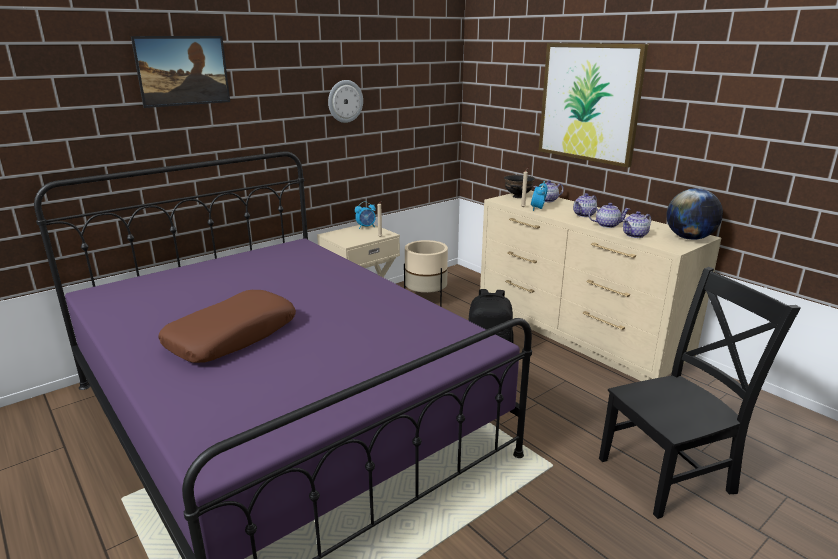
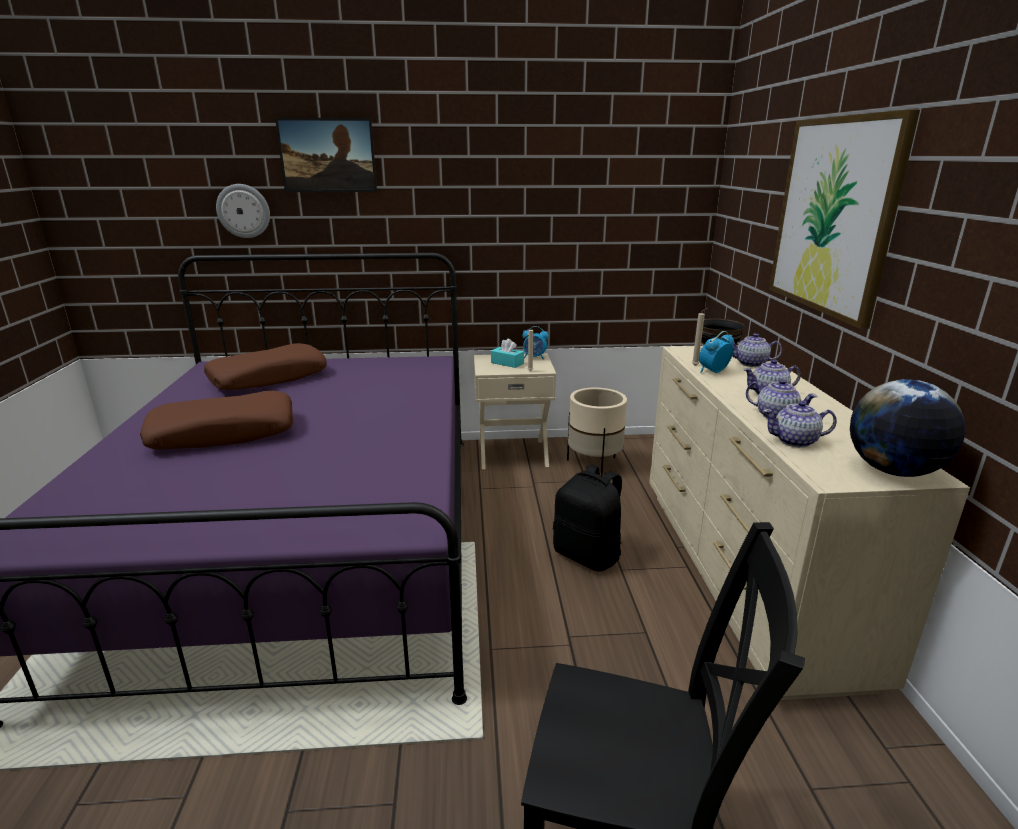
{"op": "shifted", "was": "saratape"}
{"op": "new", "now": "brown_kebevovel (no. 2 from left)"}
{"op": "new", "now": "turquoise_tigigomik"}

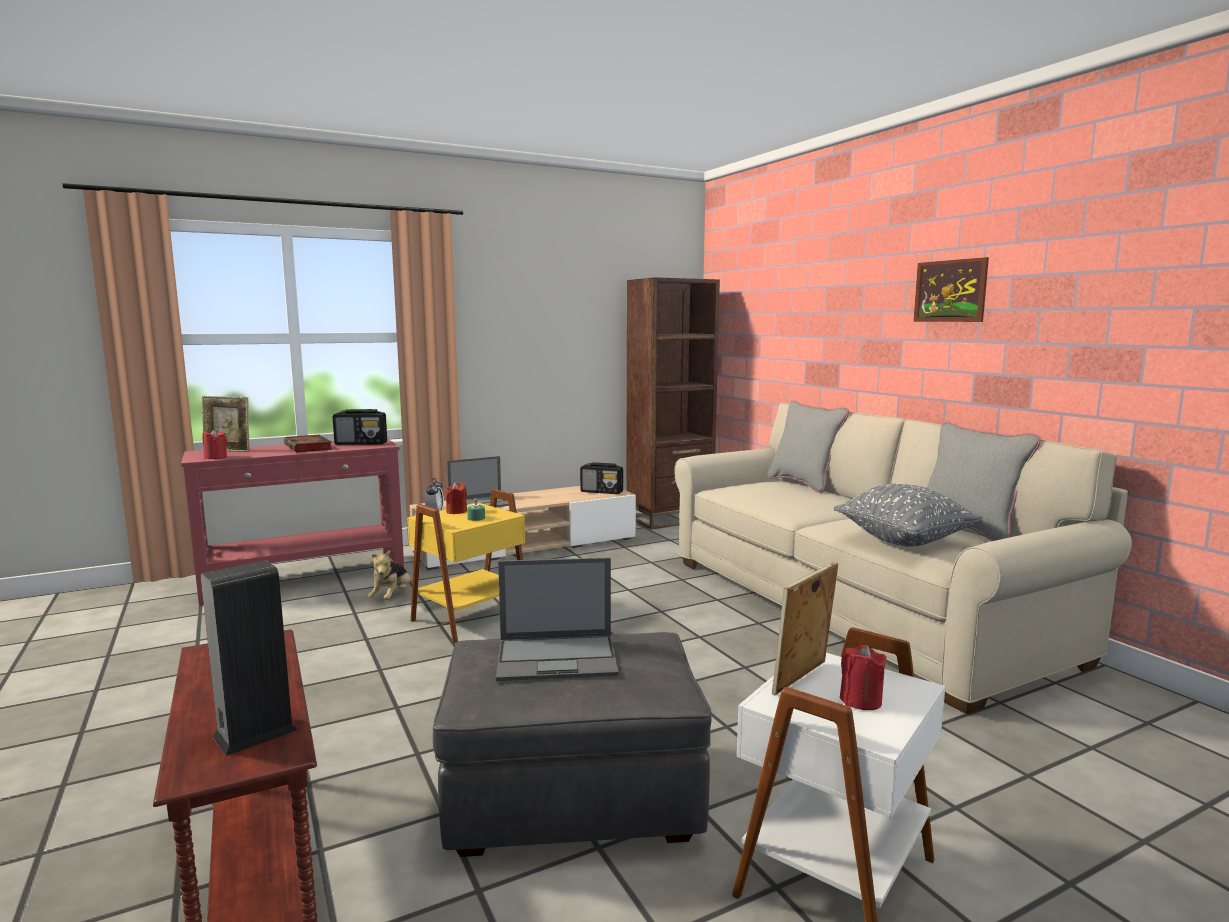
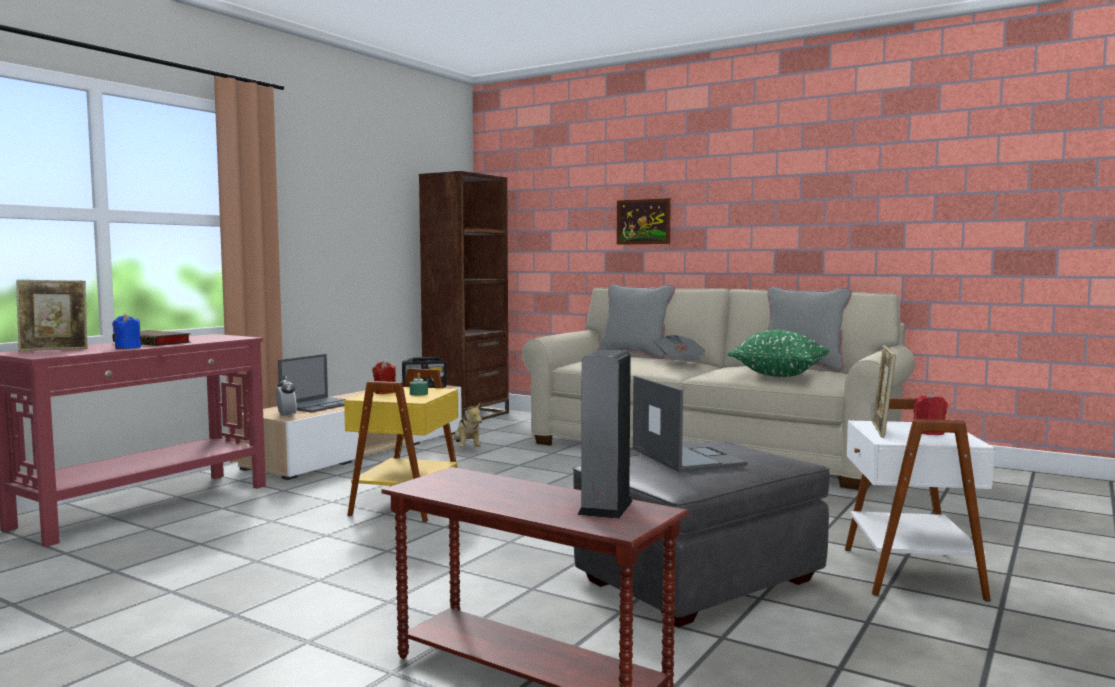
{"op": "gone", "was": "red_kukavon (no. 1 from left)"}
{"op": "gone", "was": "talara (no. 1 from left)"}
{"op": "shifted", "was": "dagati"}
{"op": "rotated", "was": "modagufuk (no. 2 from left)", "clockwise": -75}
{"op": "repainted", "was": "grey_kebevovel (no. 2 from left)", "now": "green_kebevovel"}
{"op": "shifted", "was": "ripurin"}
{"op": "new", "now": "blue_kukavon"}
{"op": "new", "now": "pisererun"}

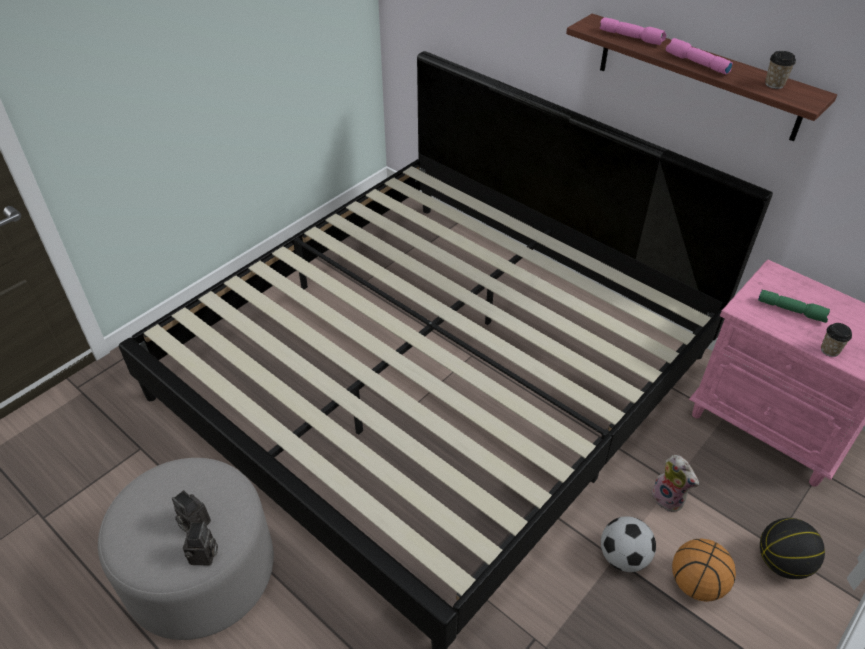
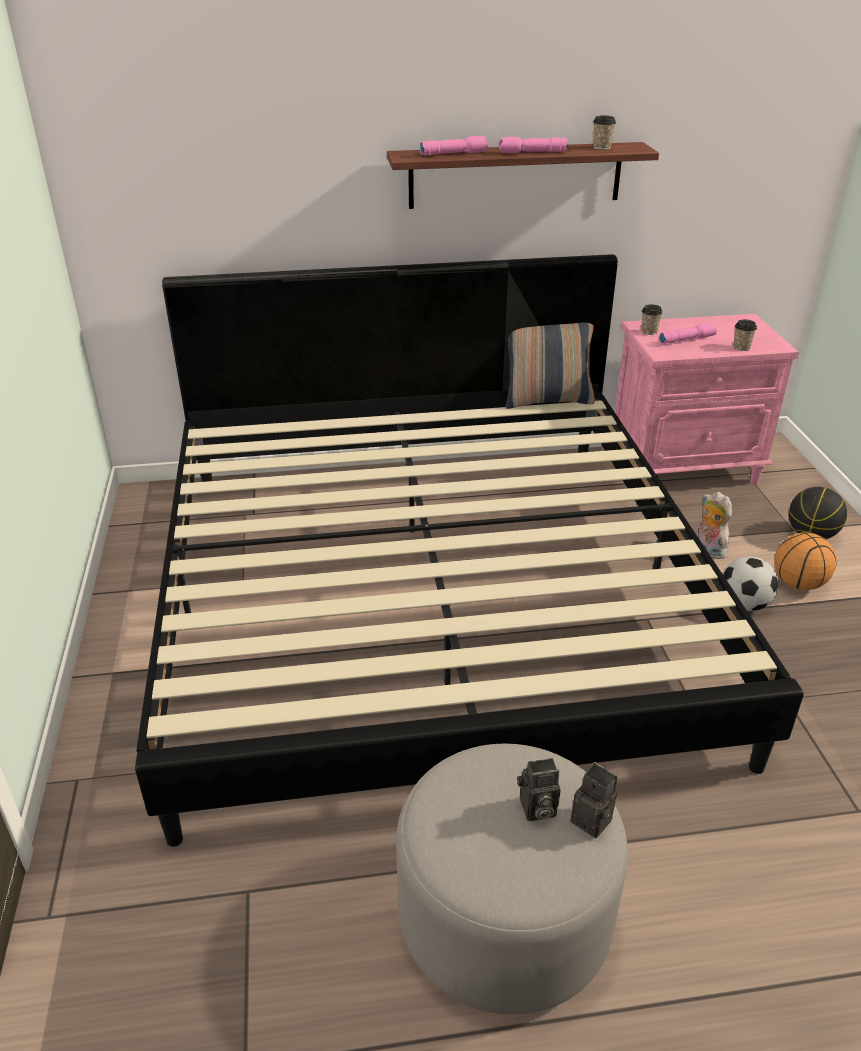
{"op": "rotated", "was": "dagati", "clockwise": -120}
{"op": "repainted", "was": "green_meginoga", "now": "pink_meginoga (no. 3 from left)"}
{"op": "new", "now": "kebevovel"}
{"op": "new", "now": "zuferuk (no. 2 from left)"}

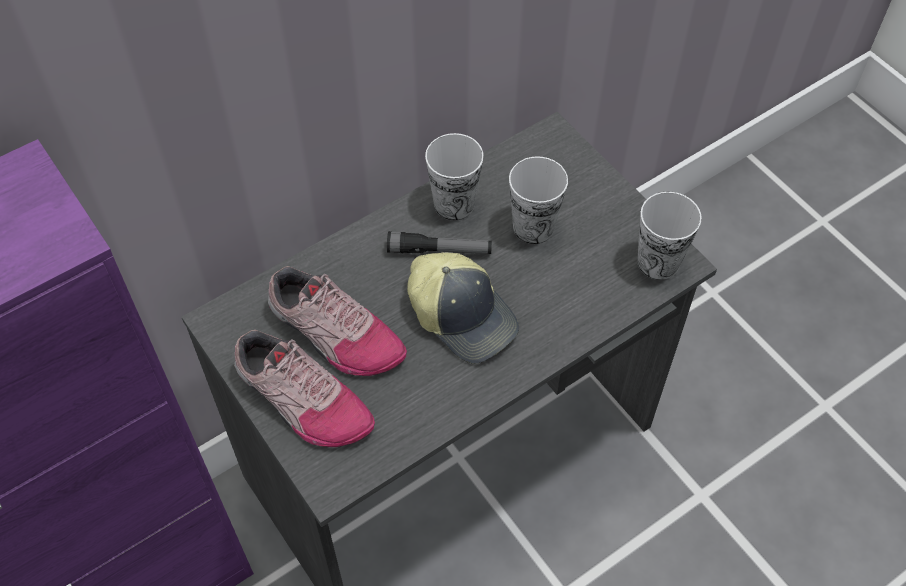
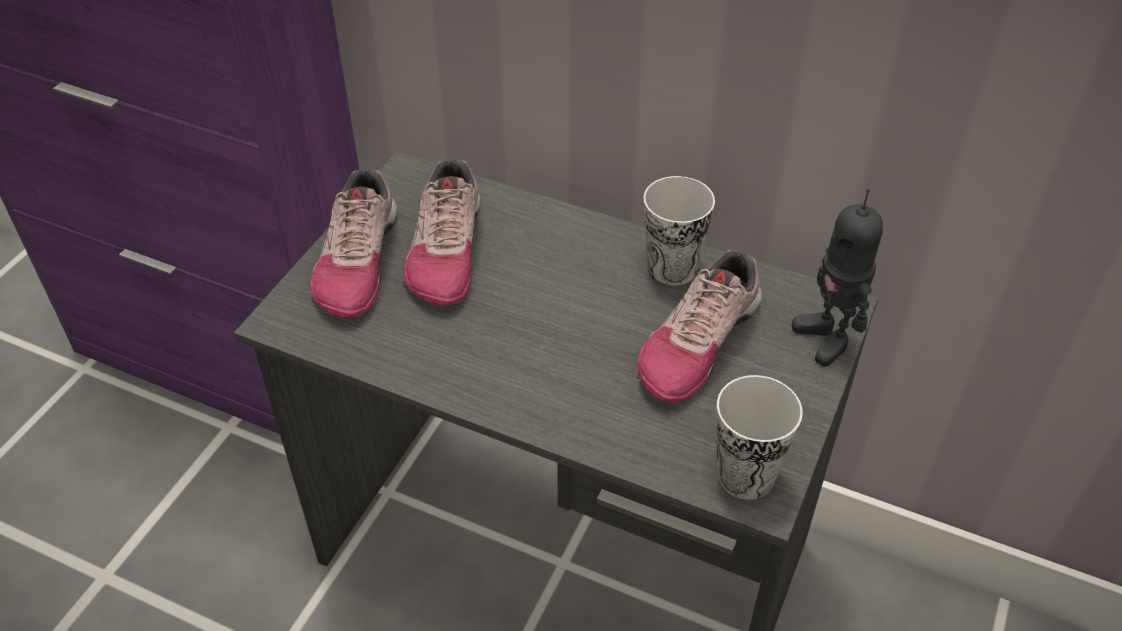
{"op": "gone", "was": "meginoga"}
{"op": "gone", "was": "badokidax"}
{"op": "swapped", "was": "zuferuk (no. 2 from left)", "now": "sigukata (no. 3 from left)"}
{"op": "new", "now": "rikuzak"}

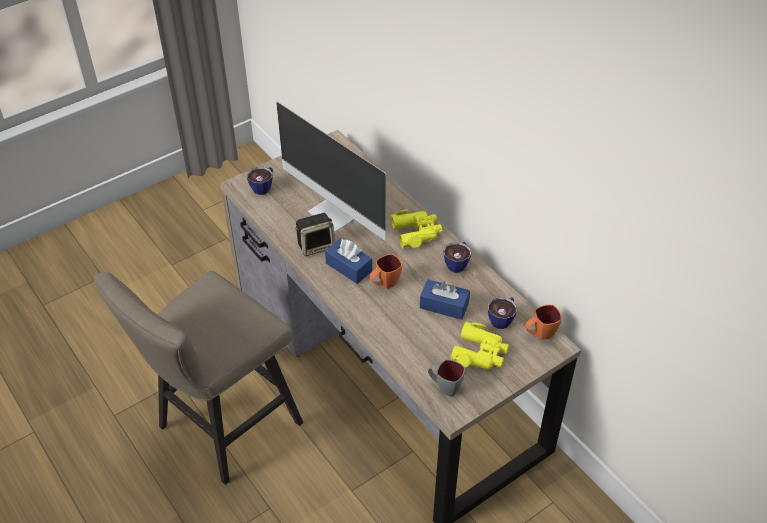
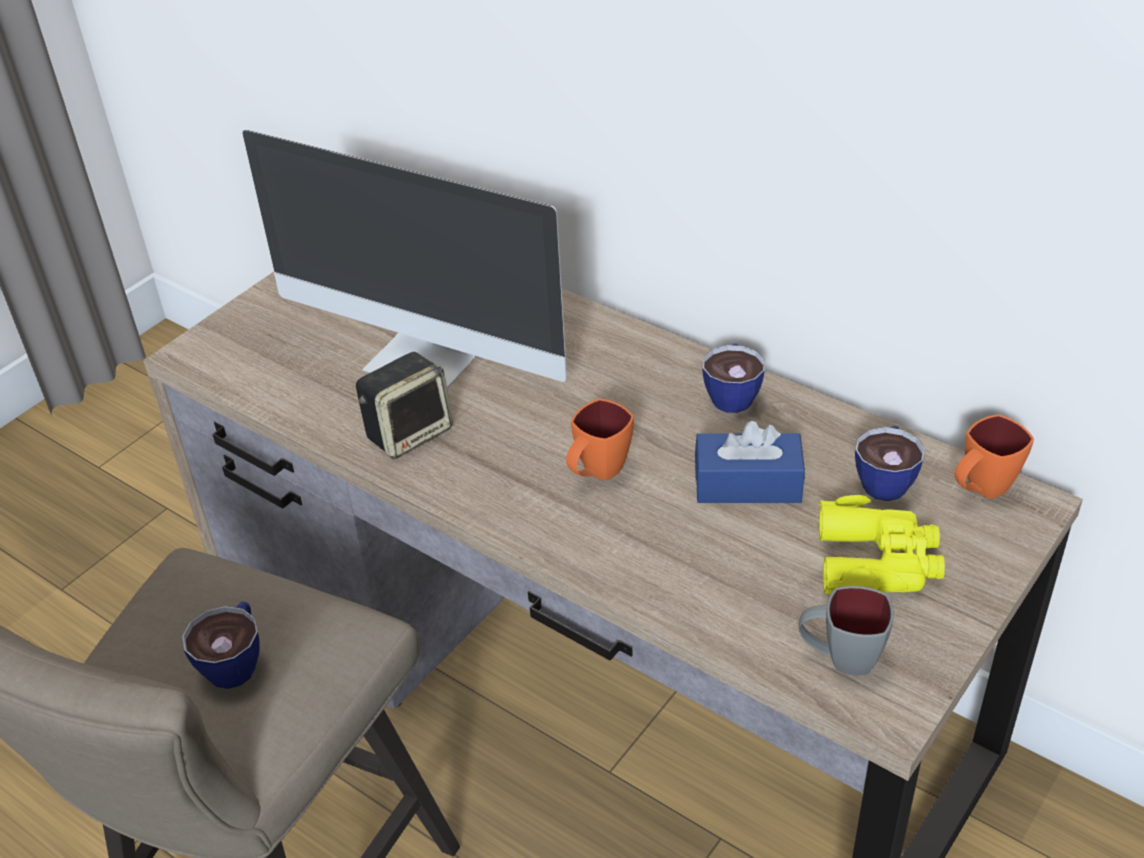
{"op": "shifted", "was": "zuferuk (no. 1 from left)"}
{"op": "gone", "was": "blue_tigigomik (no. 1 from left)"}
{"op": "gone", "was": "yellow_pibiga (no. 1 from left)"}

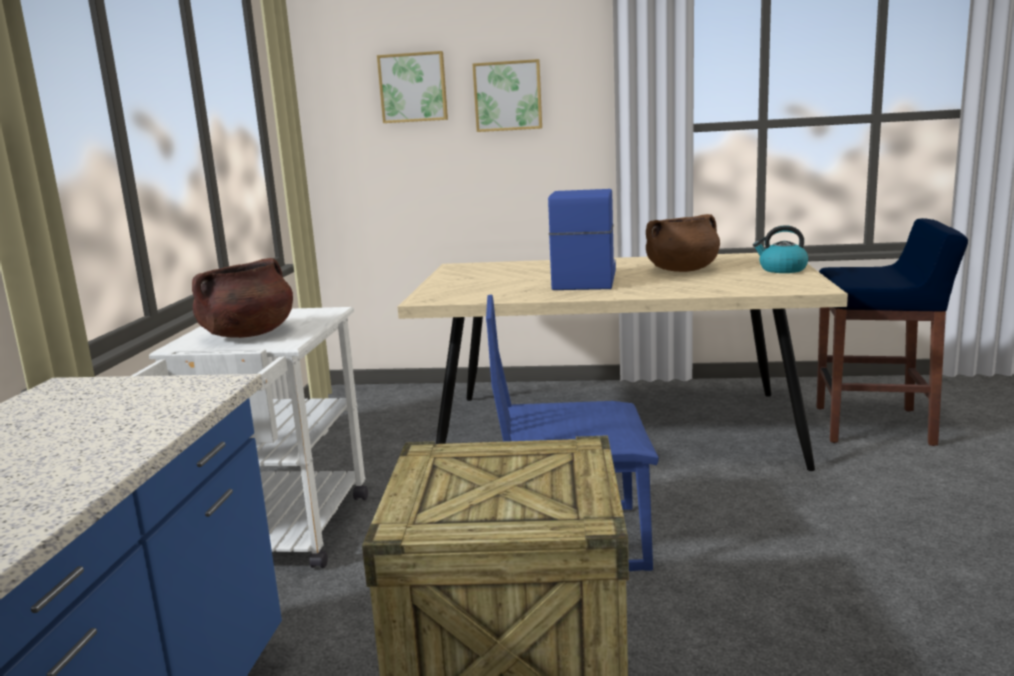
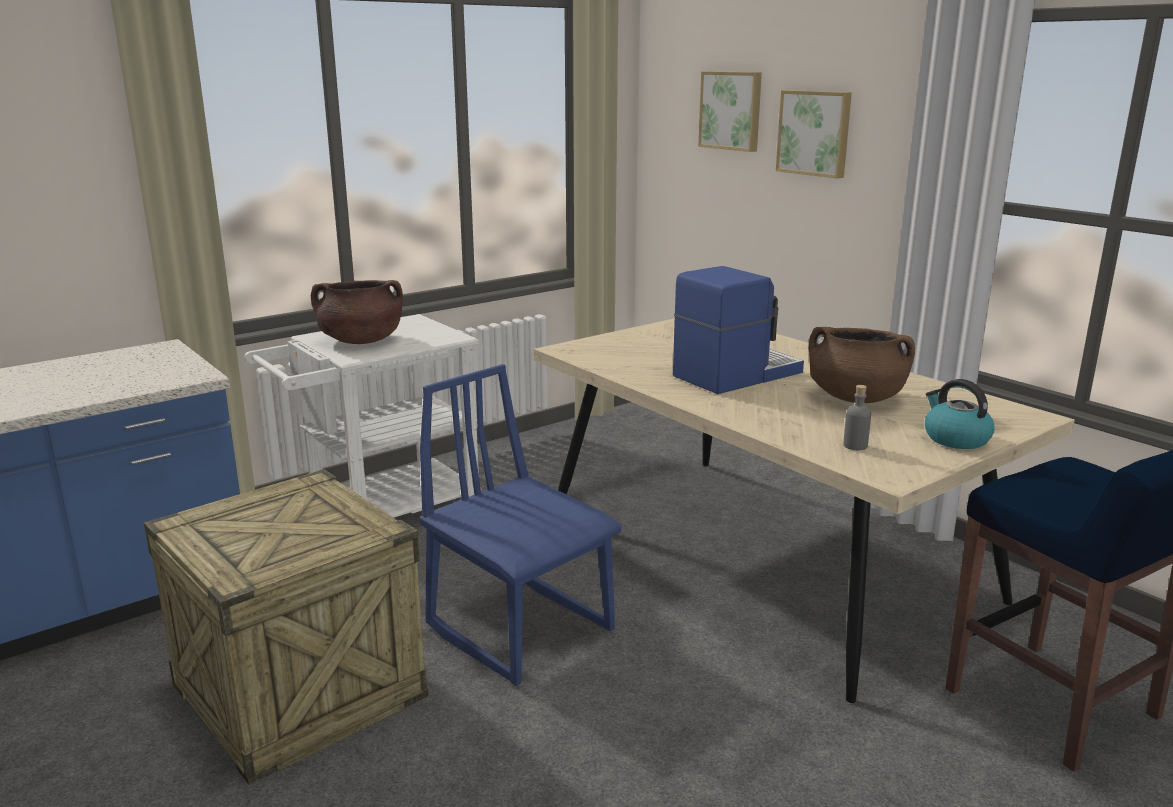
{"op": "new", "now": "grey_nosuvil"}

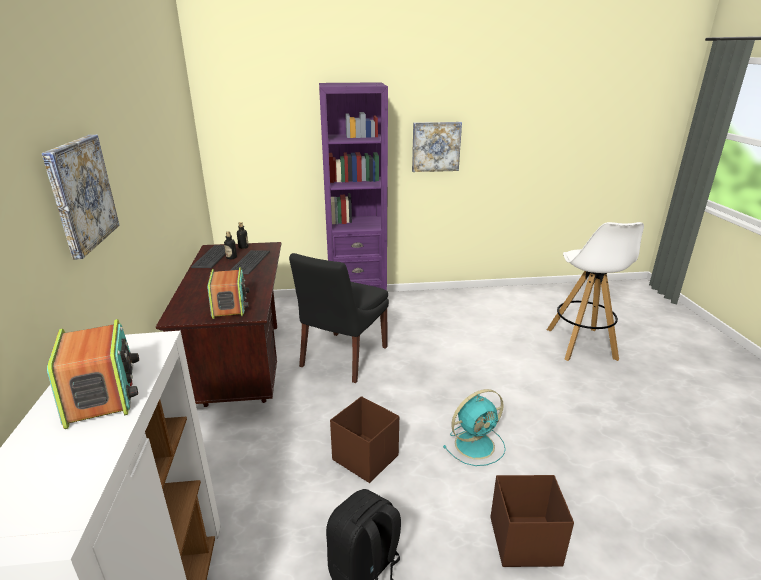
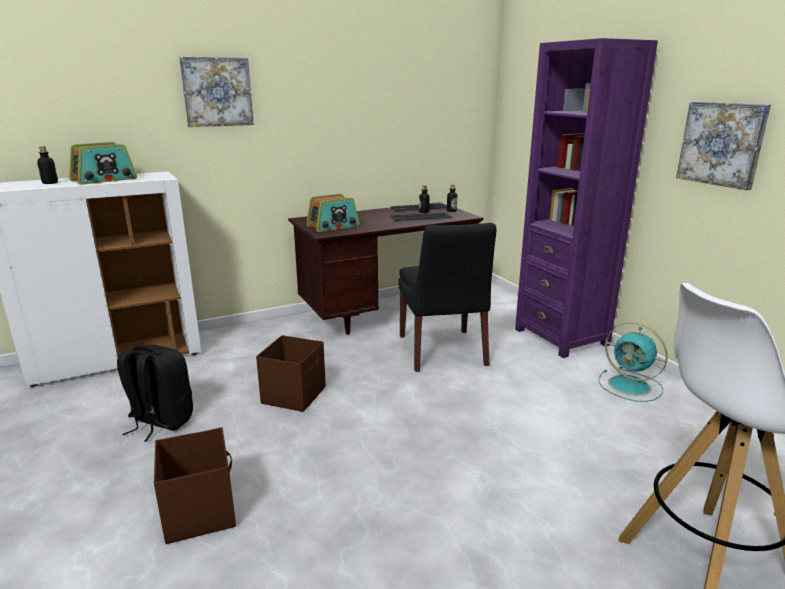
{"op": "rotated", "was": "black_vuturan", "clockwise": -105}
{"op": "shifted", "was": "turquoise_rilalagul"}
{"op": "new", "now": "nosuvil (no. 1 from left)"}

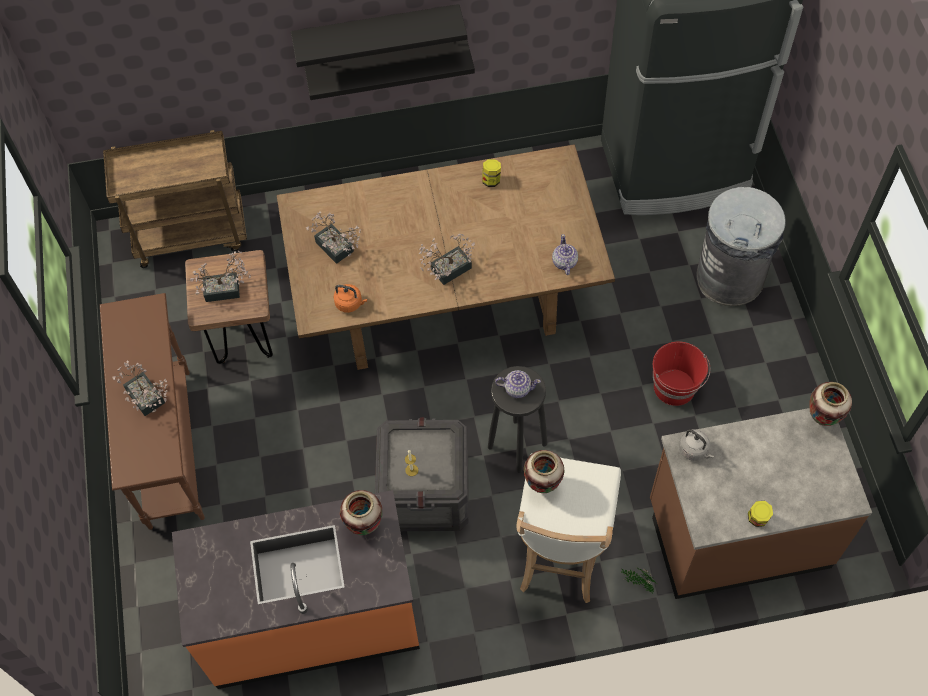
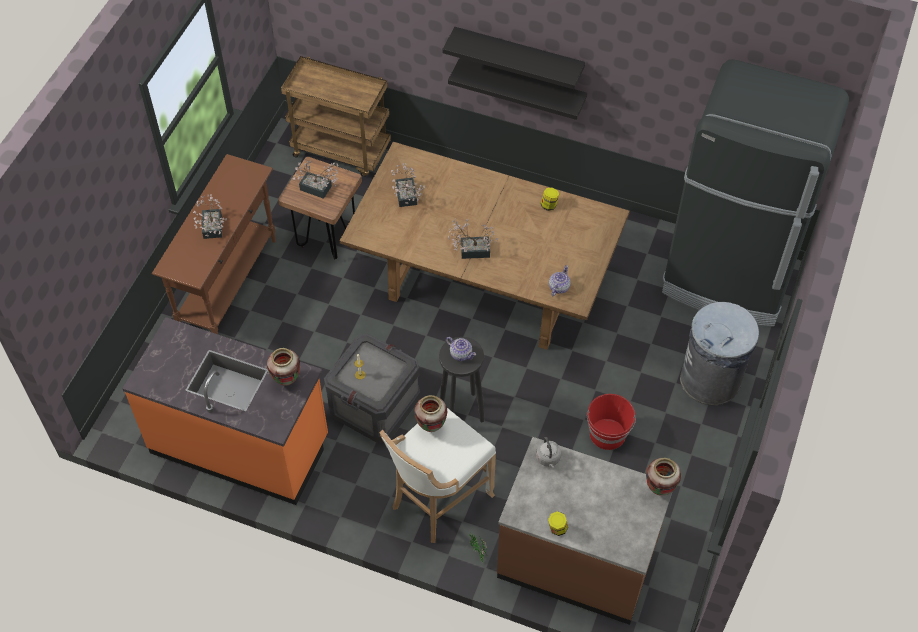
{"op": "gone", "was": "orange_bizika"}

